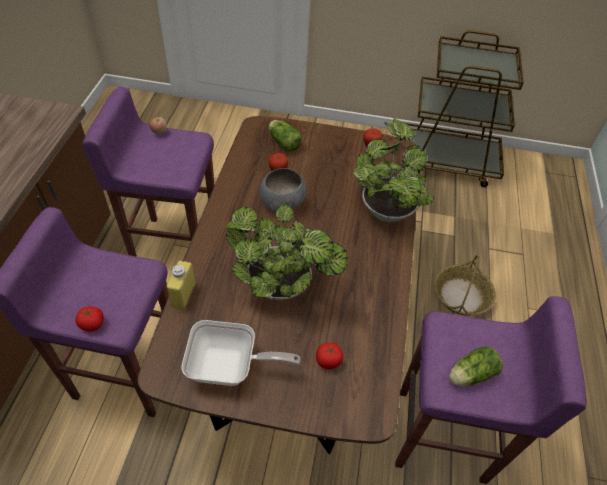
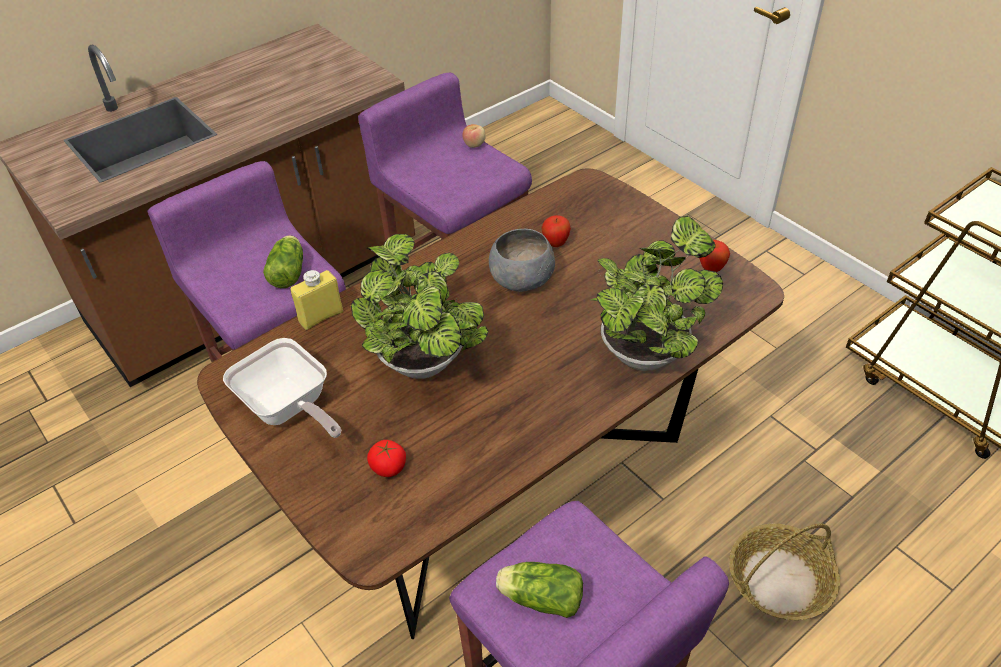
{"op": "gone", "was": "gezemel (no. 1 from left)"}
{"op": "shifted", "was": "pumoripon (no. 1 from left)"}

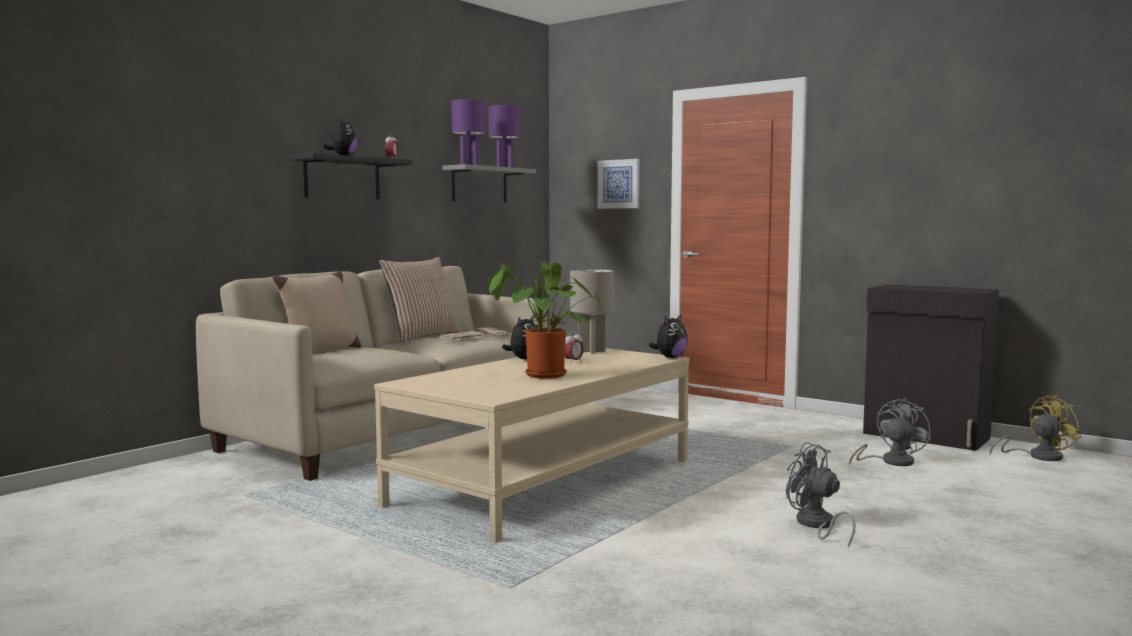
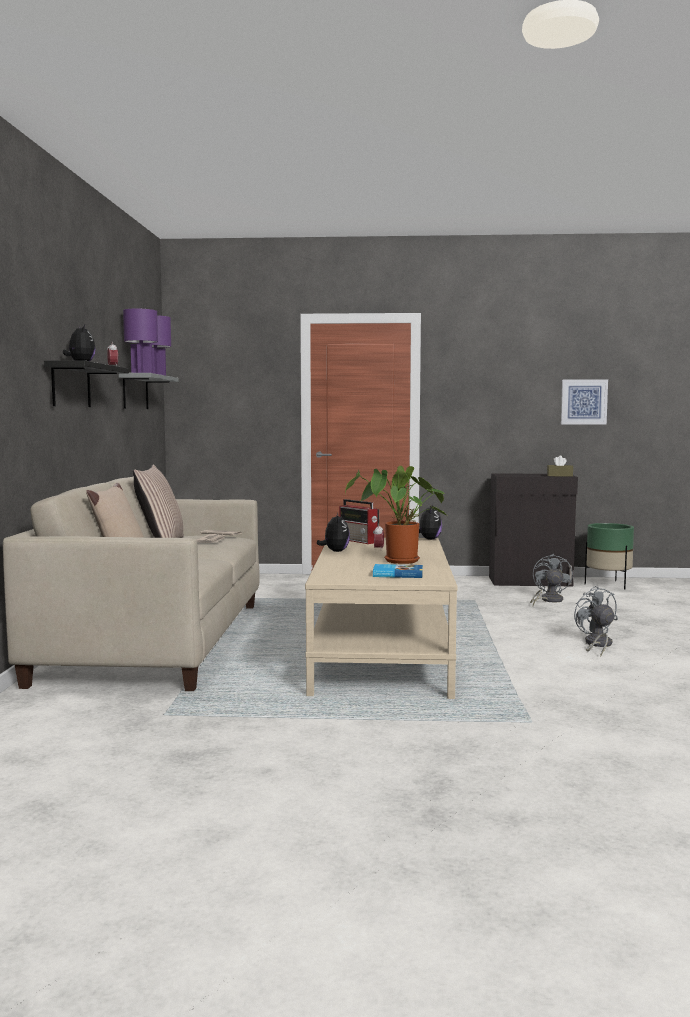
{"op": "swapped", "was": "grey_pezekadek", "now": "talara"}
{"op": "shifted", "was": "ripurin"}
{"op": "rotated", "was": "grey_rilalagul (no. 1 from left in the first image)", "clockwise": 60}
{"op": "swapped", "was": "yellow_rilalagul", "now": "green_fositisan"}
{"op": "new", "now": "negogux"}
{"op": "new", "now": "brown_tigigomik"}

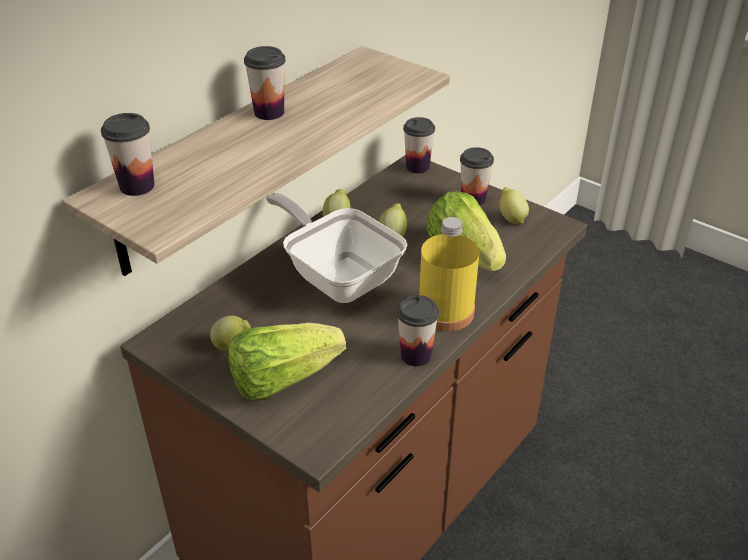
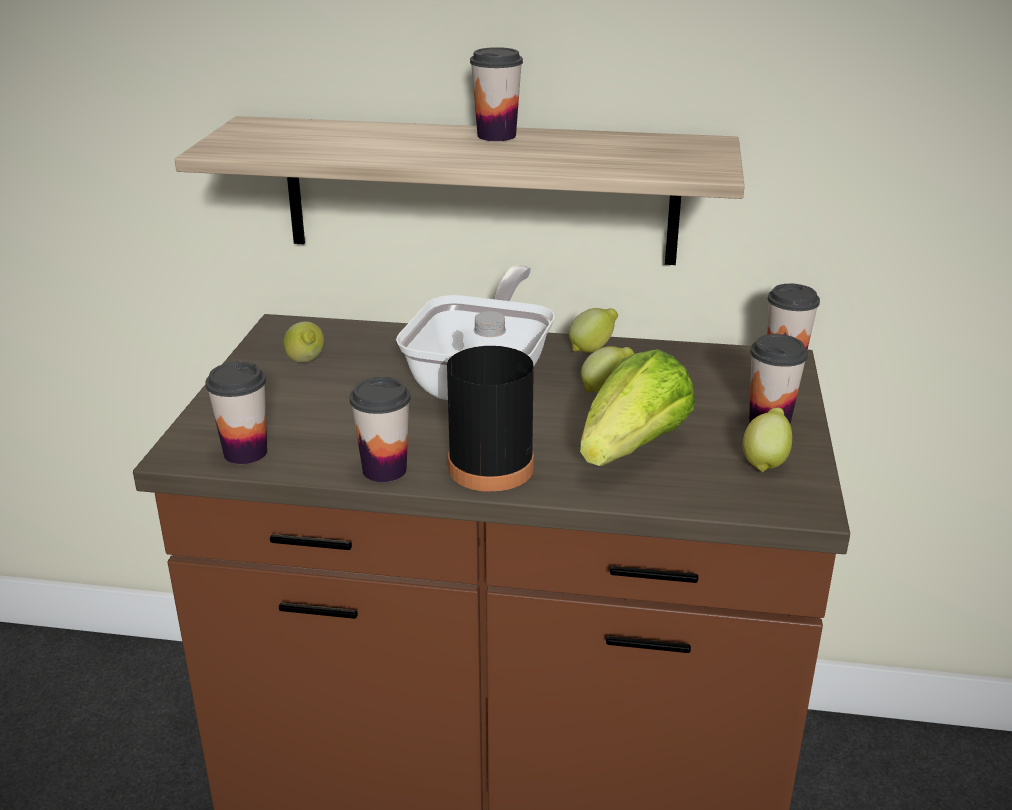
{"op": "shifted", "was": "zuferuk (no. 1 from left)"}
{"op": "gone", "was": "pumoripon (no. 1 from left)"}
{"op": "repainted", "was": "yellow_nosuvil", "now": "black_nosuvil"}

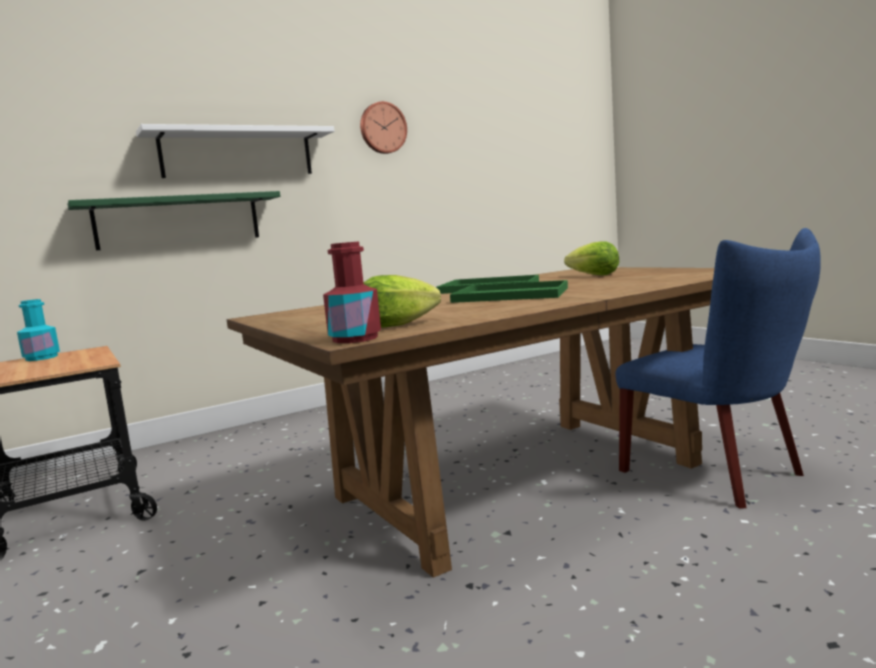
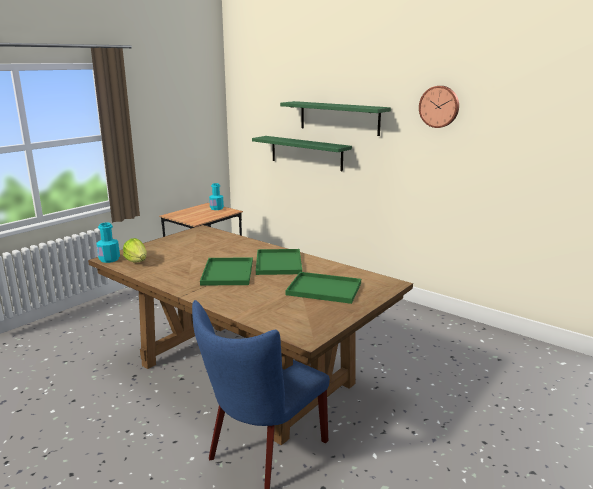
{"op": "repainted", "was": "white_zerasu", "now": "green_zerasu (no. 2 from left)"}
{"op": "repainted", "was": "red_nosuvil", "now": "turquoise_nosuvil (no. 1 from left)"}
{"op": "swapped", "was": "pumoripon (no. 2 from left)", "now": "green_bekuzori (no. 3 from left)"}

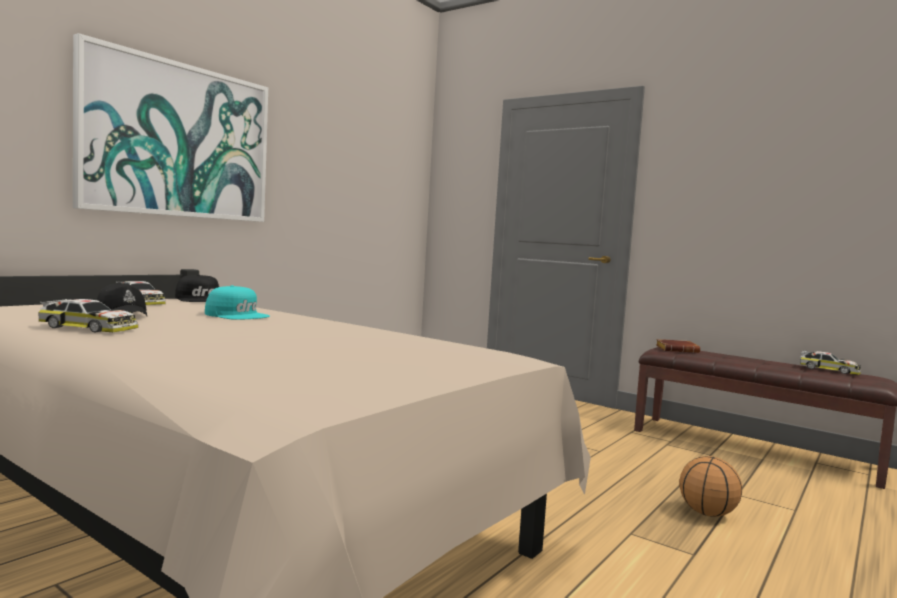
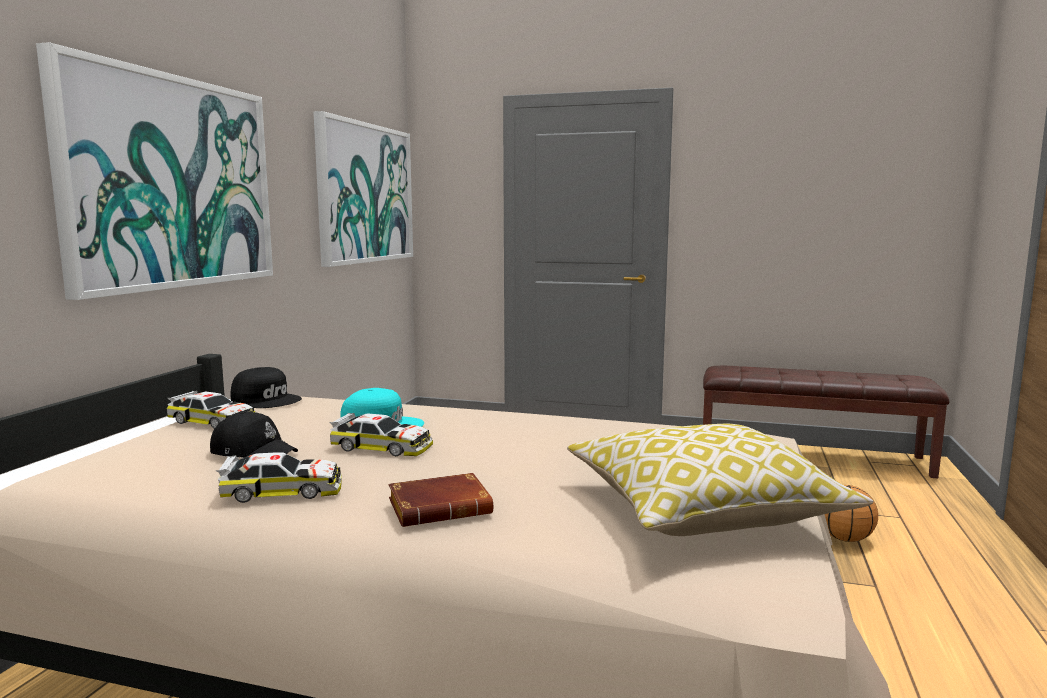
{"op": "shifted", "was": "brown_negogux"}
{"op": "shifted", "was": "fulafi (no. 3 from left)"}
{"op": "new", "now": "ripurin (no. 2 from left)"}
{"op": "new", "now": "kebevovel"}

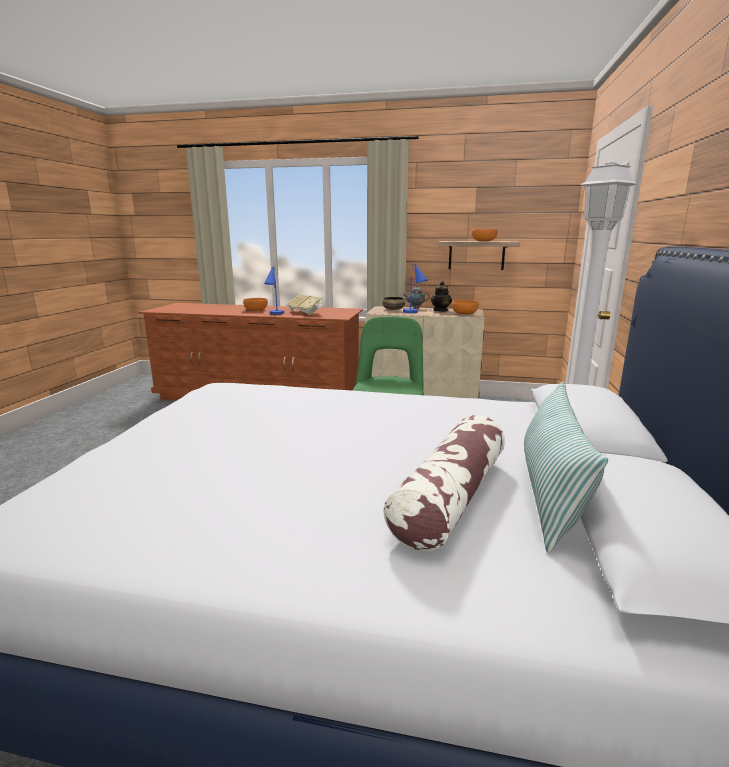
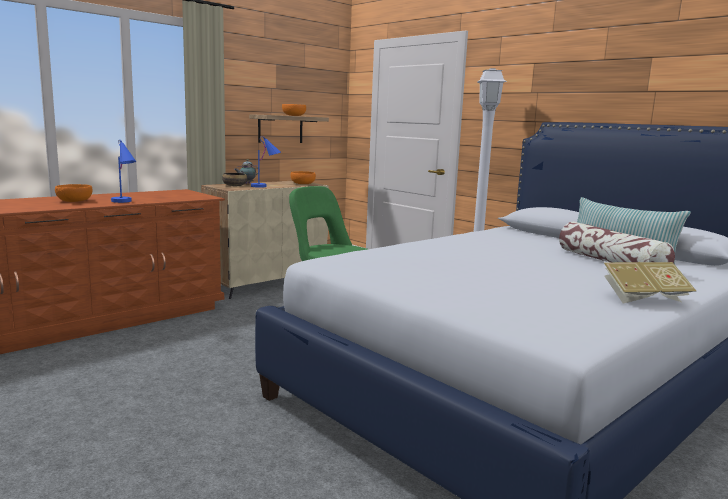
{"op": "shifted", "was": "negogux"}
{"op": "gone", "was": "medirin (no. 2 from left)"}

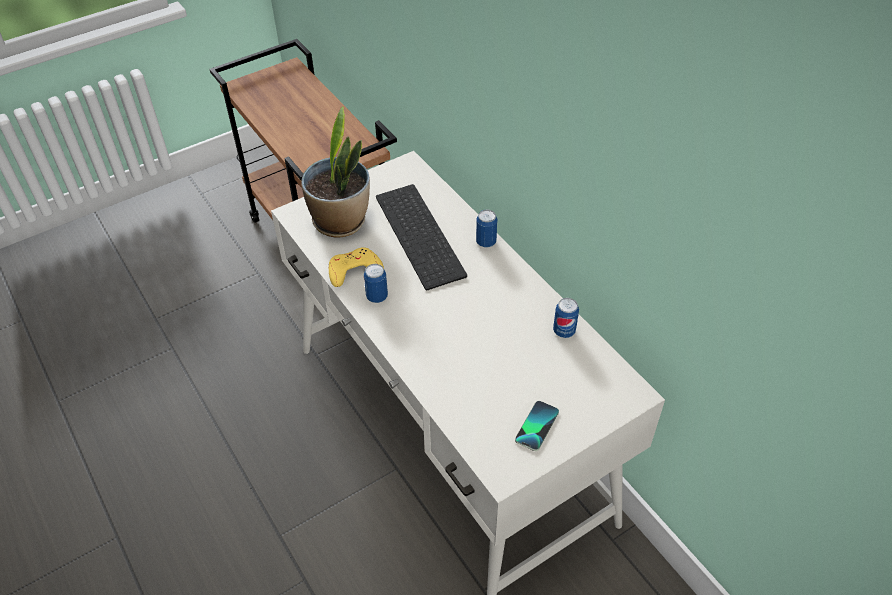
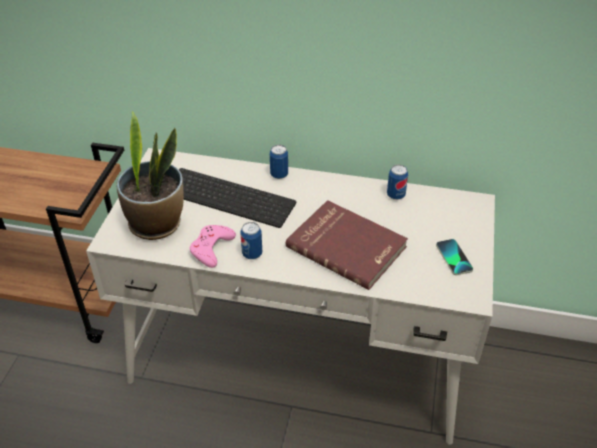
{"op": "repainted", "was": "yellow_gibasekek", "now": "pink_gibasekek"}
{"op": "new", "now": "red_negogux"}

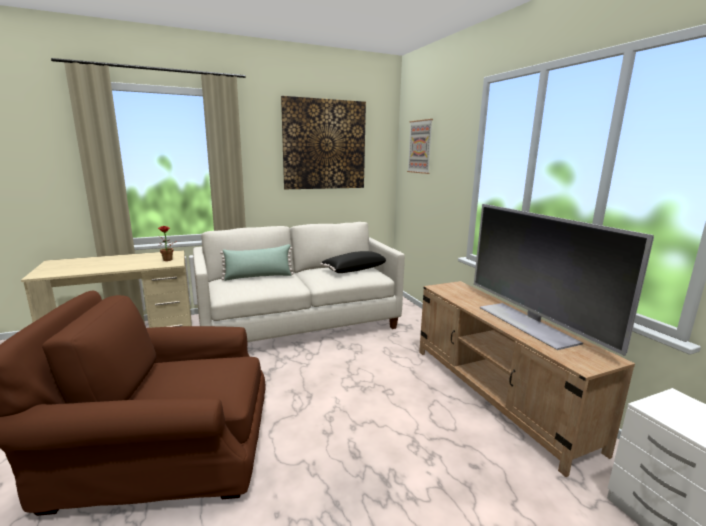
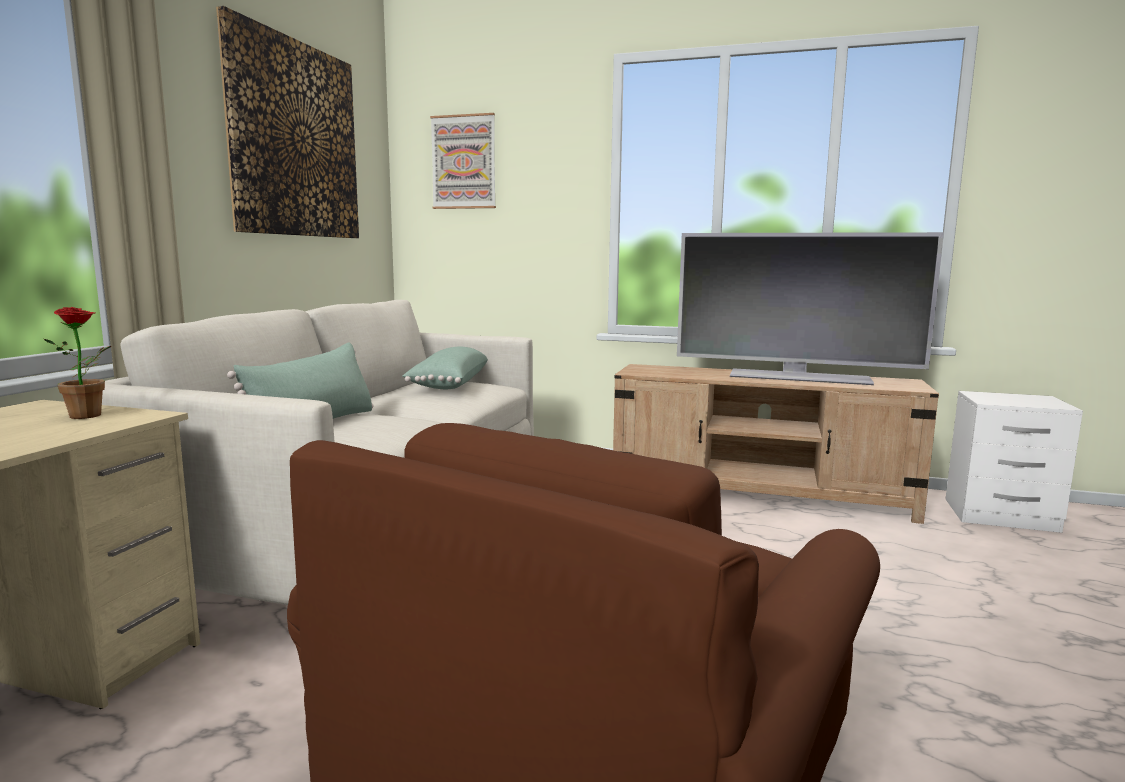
{"op": "repainted", "was": "black_kebevovel", "now": "green_kebevovel (no. 2 from left)"}

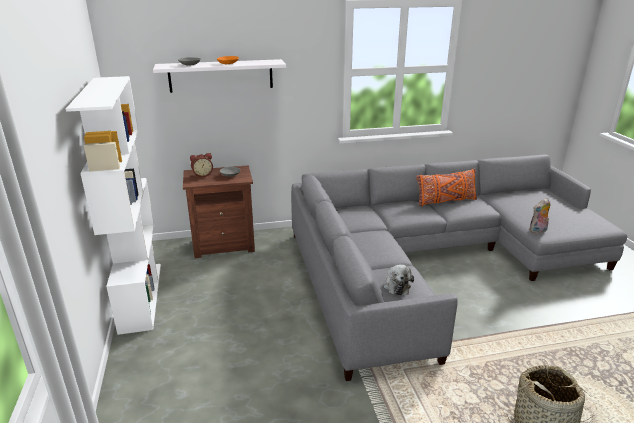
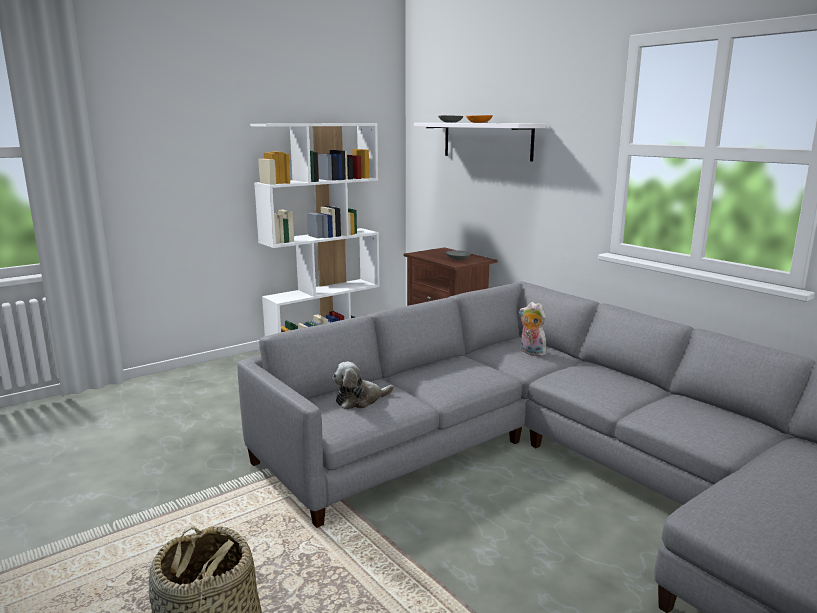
{"op": "gone", "was": "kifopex"}
{"op": "gone", "was": "orange_kebevovel"}
{"op": "shifted", "was": "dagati (no. 2 from left)"}

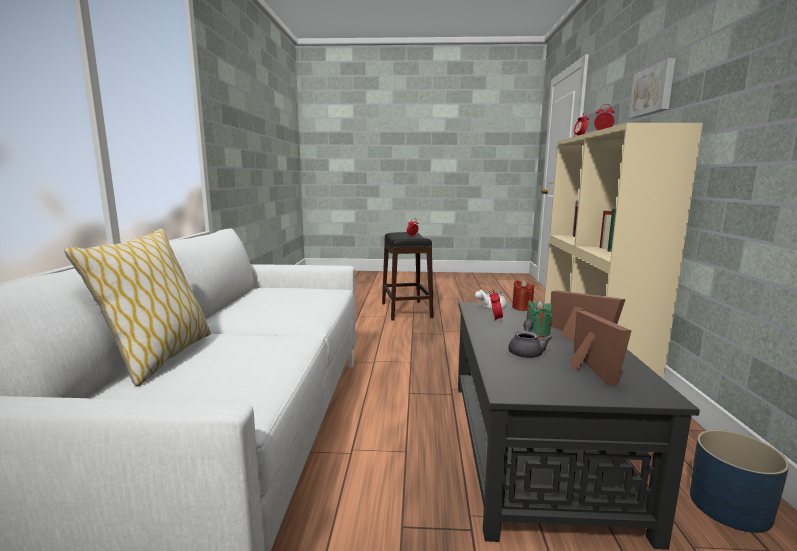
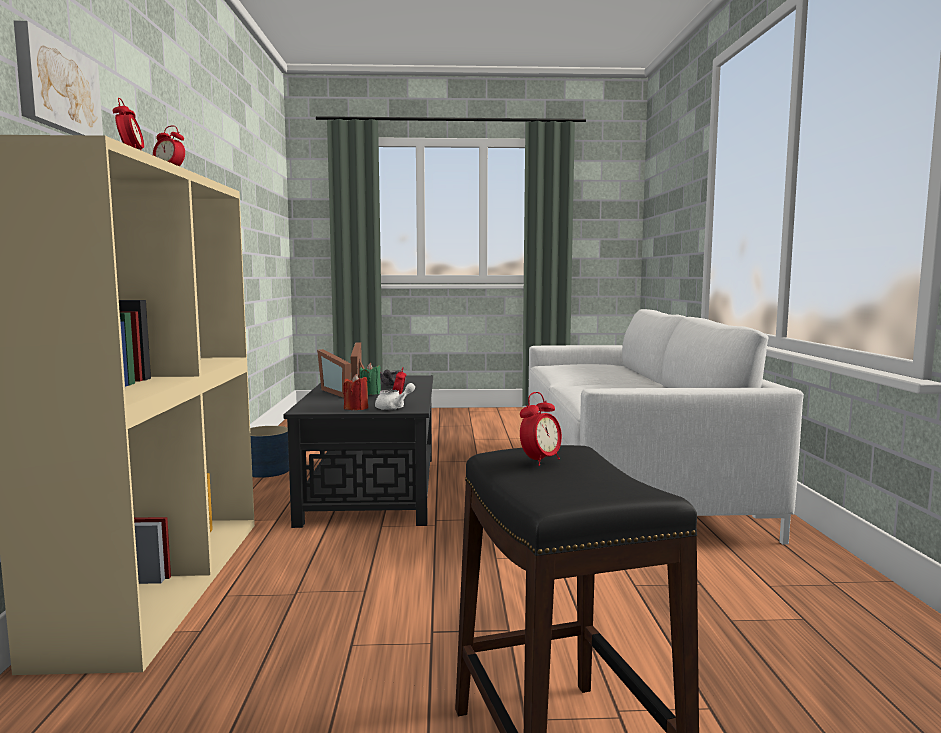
{"op": "gone", "was": "kebevovel"}

